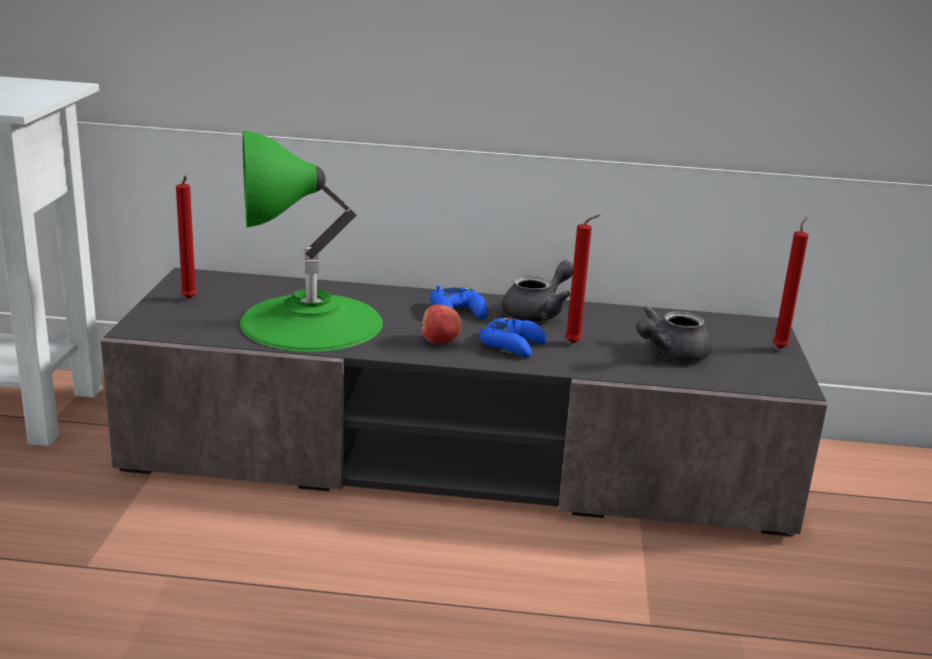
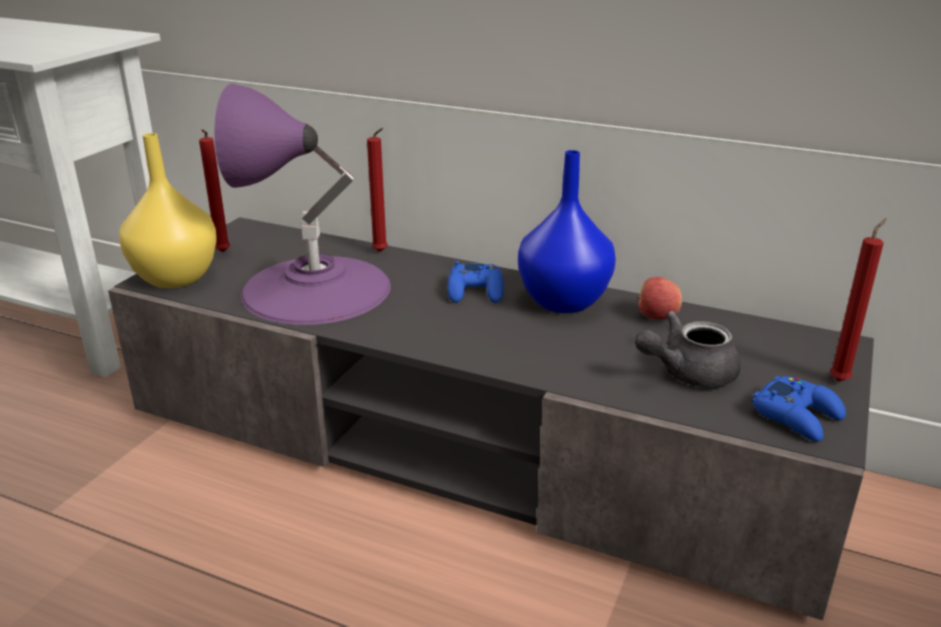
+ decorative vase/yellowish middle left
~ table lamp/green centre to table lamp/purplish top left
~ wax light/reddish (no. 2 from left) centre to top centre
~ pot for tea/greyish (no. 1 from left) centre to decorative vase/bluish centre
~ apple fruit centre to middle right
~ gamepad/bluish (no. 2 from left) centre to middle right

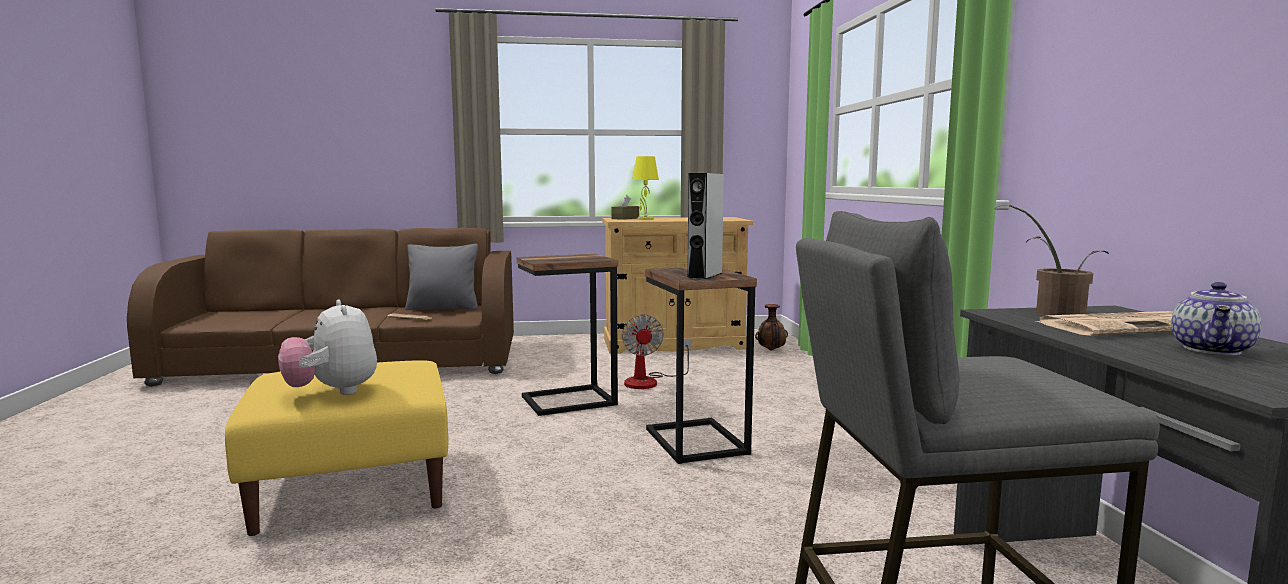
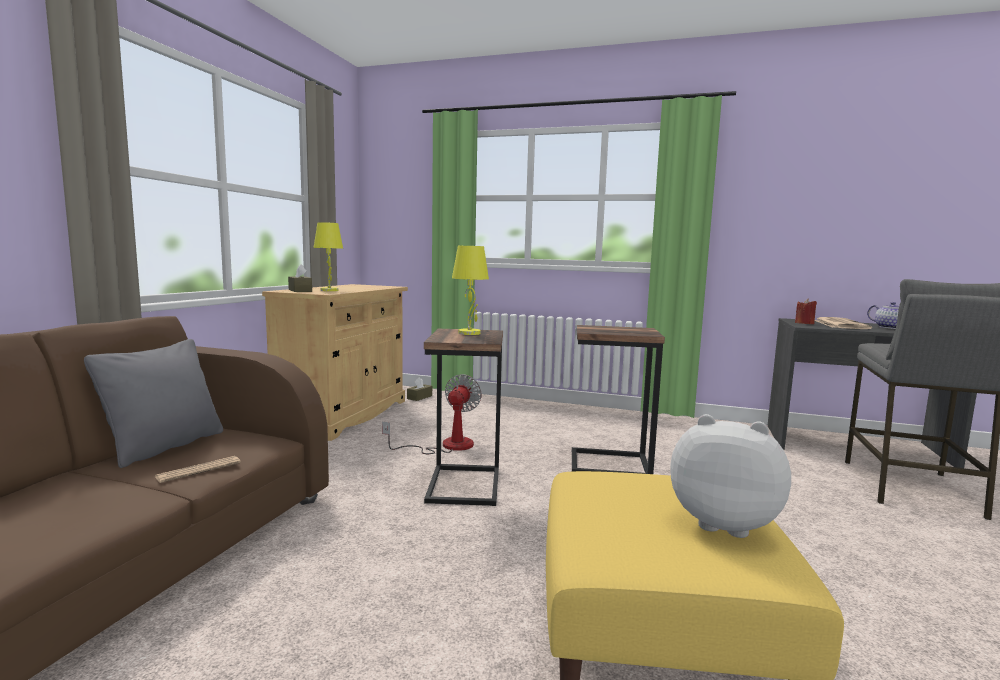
~ cooling fan centre = centre 90 degrees counterclockwise
~ decorative vase centre to tissue holder/brownish (no. 2 from left) centre
+ table lamp/yellowish (no. 2 from left) centre
~ plush toy middle left = bottom right 150 degrees counterclockwise
~ houseplant middle right to wax light/reddish middle right
- loudspeaker/greyish centre

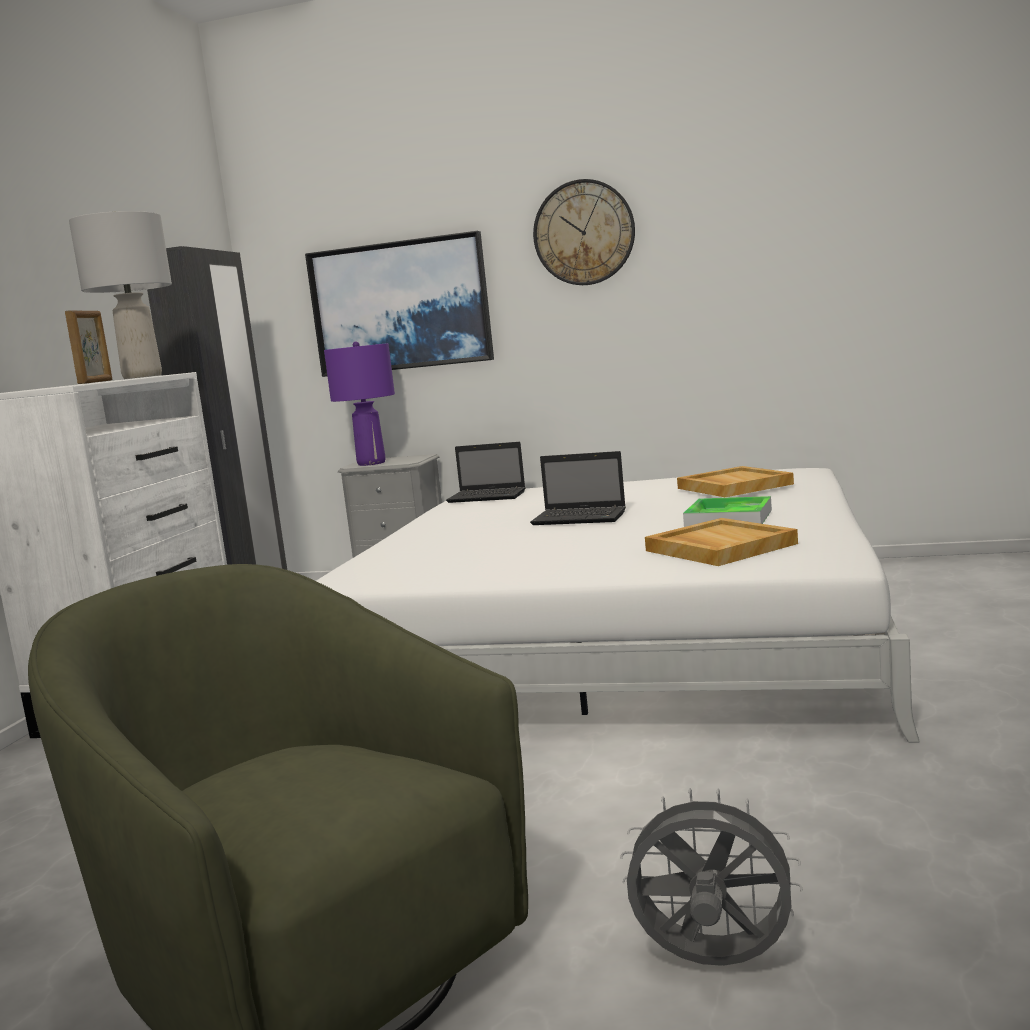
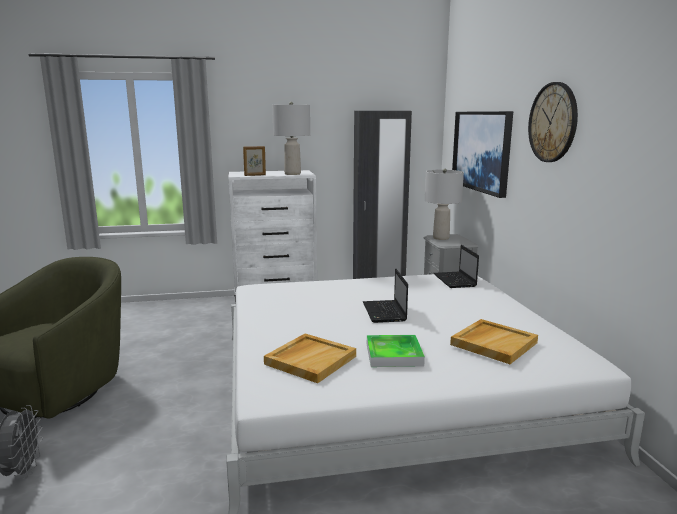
~ table lamp/purplish centre to table lamp/greyish (no. 2 from left) centre

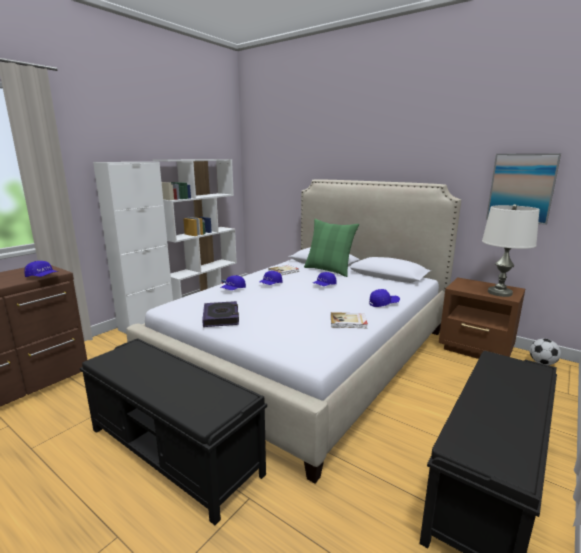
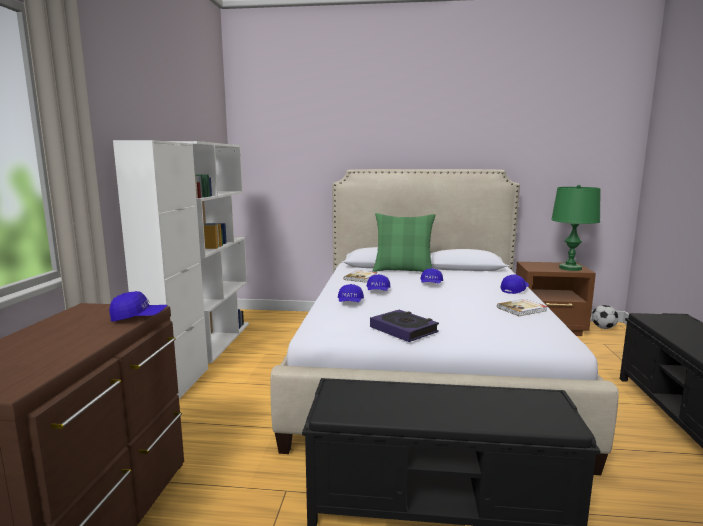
~ table lamp/whitish middle right to table lamp/green middle right
- picture middle right

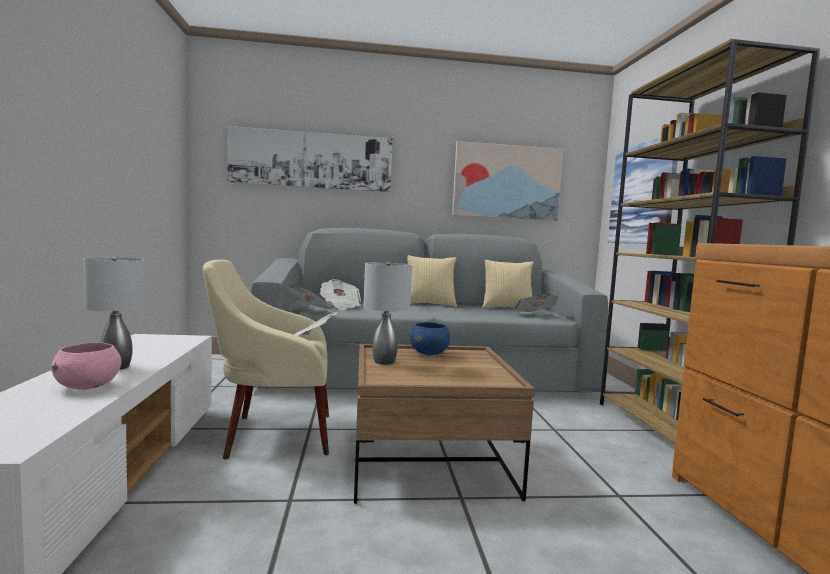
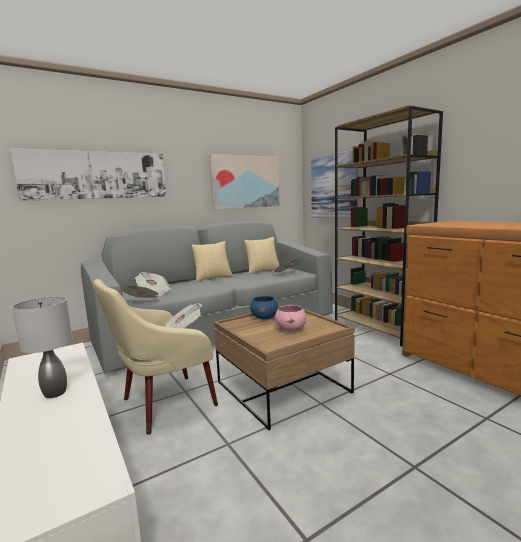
~ serving bowl/pinkish middle left to centre
- table lamp/greyish (no. 2 from left) centre

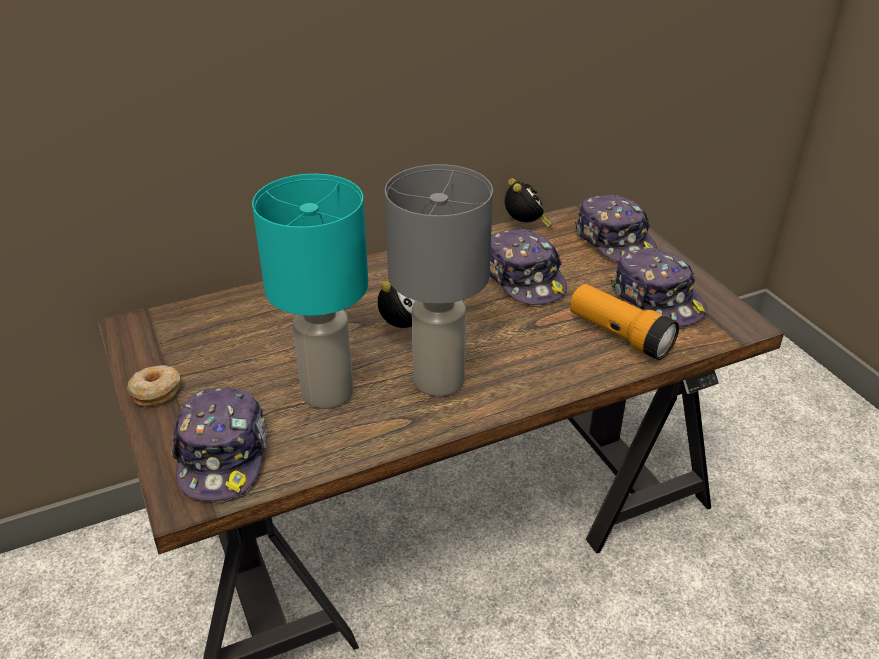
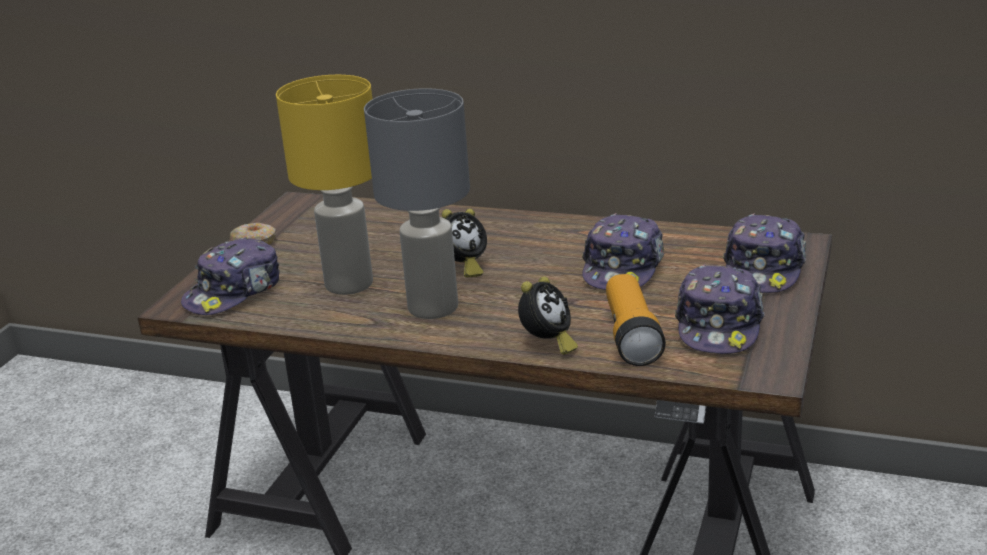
~ table lamp/turquoise-coloured centre to table lamp/yellowish middle left
~ bedside clock (no. 2 from left) top centre to centre

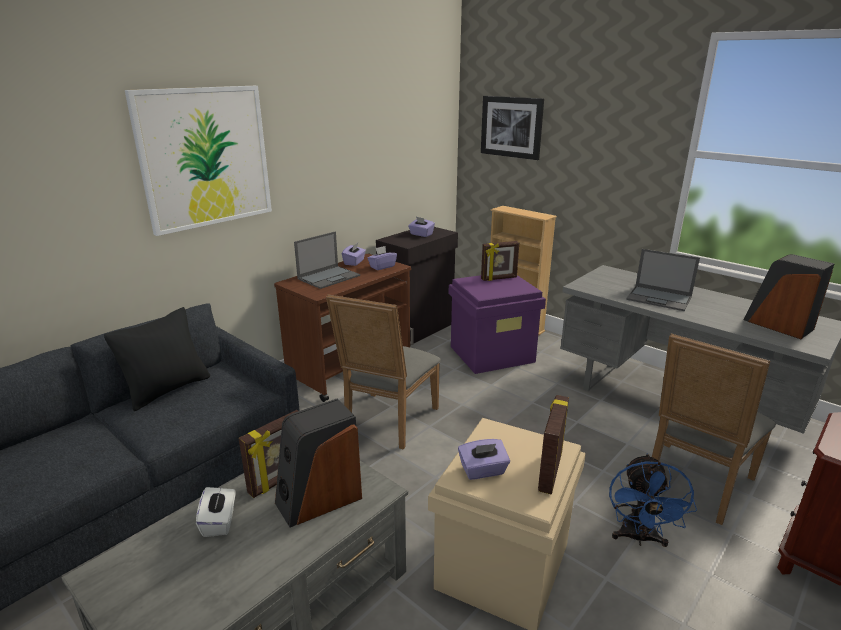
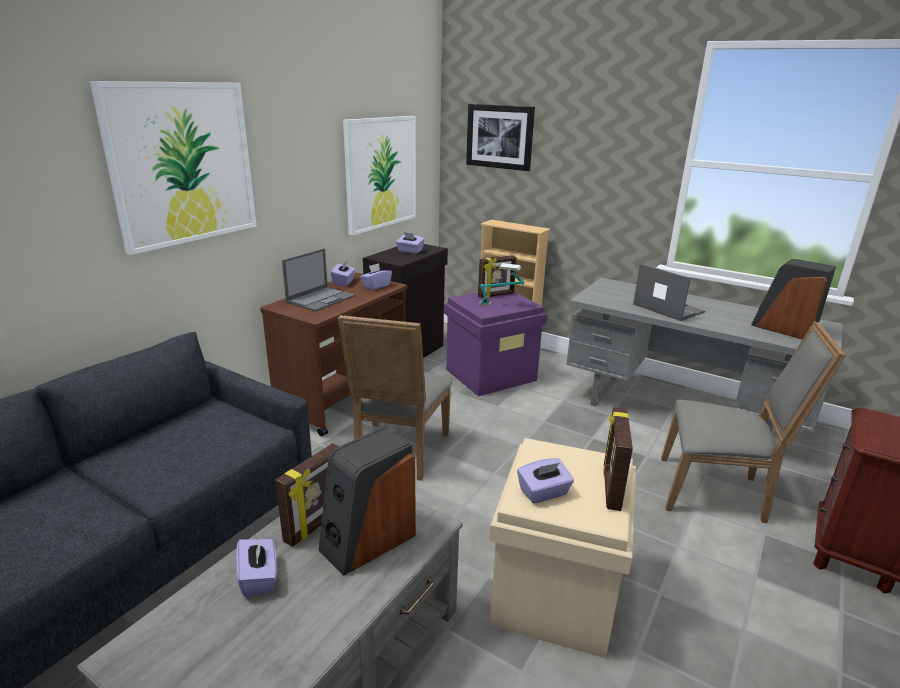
~ tissue holder/whitish bottom left to tissue holder/purplish (no. 1 from left) bottom left
+ picture (no. 2 from left) top centre
+ table lamp centre
~ laptop (no. 2 from left) middle right = middle right 150 degrees counterclockwise
~ plain chair/greyish (no. 2 from left) bottom right = middle right 105 degrees counterclockwise
- cushion/blackish middle left
- cooling fan/bluish bottom right

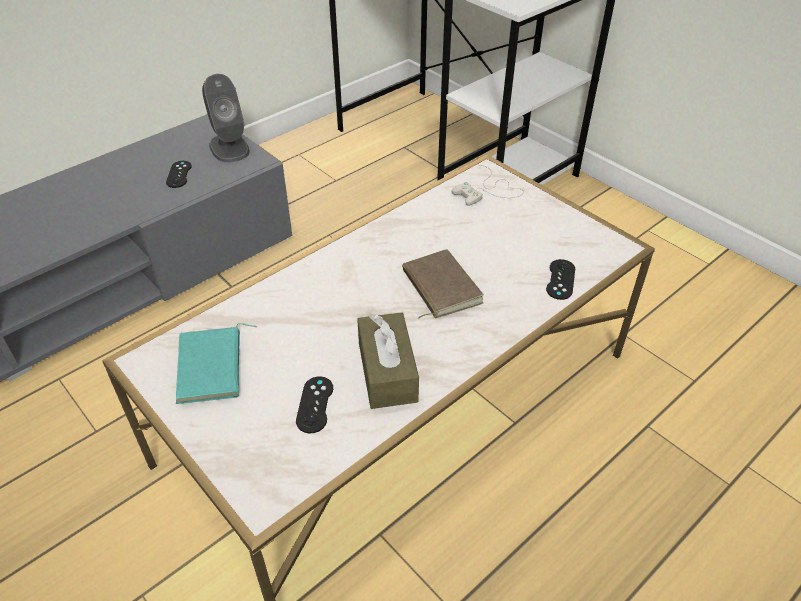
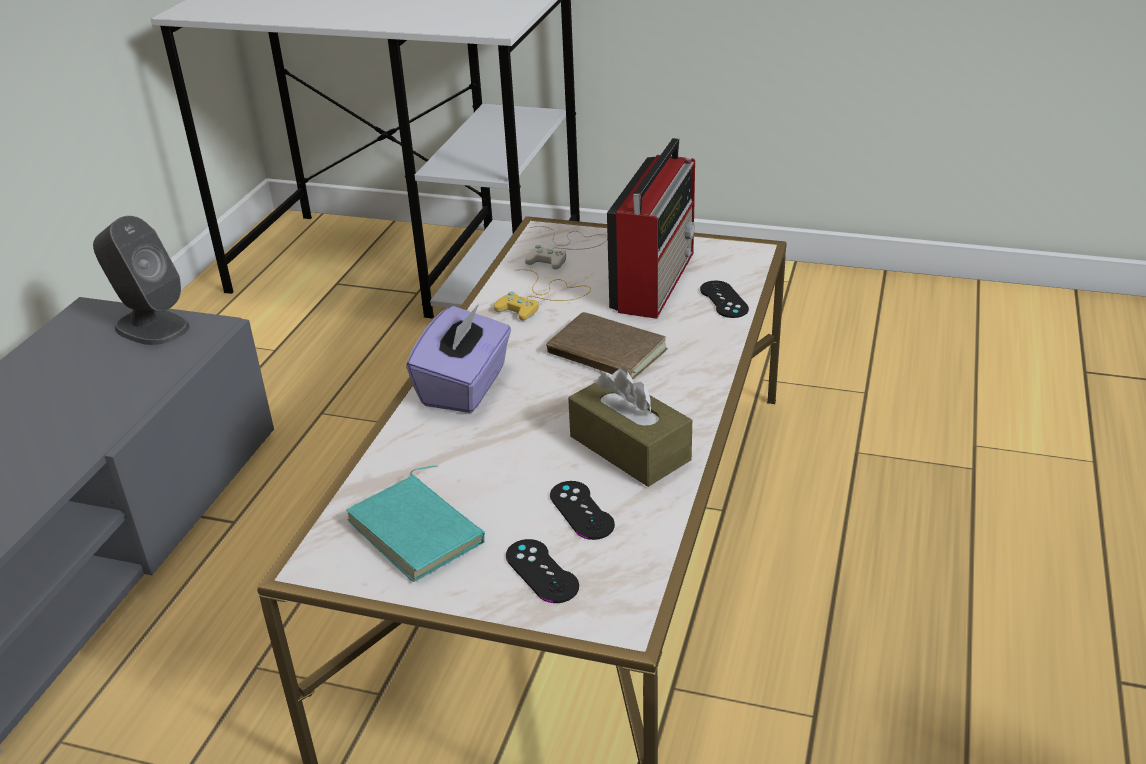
+ tissue holder/purplish centre
+ gamepad/yellowish centre
~ gamepad/blackish (no. 1 from left) top left to bottom centre
+ radio set top centre

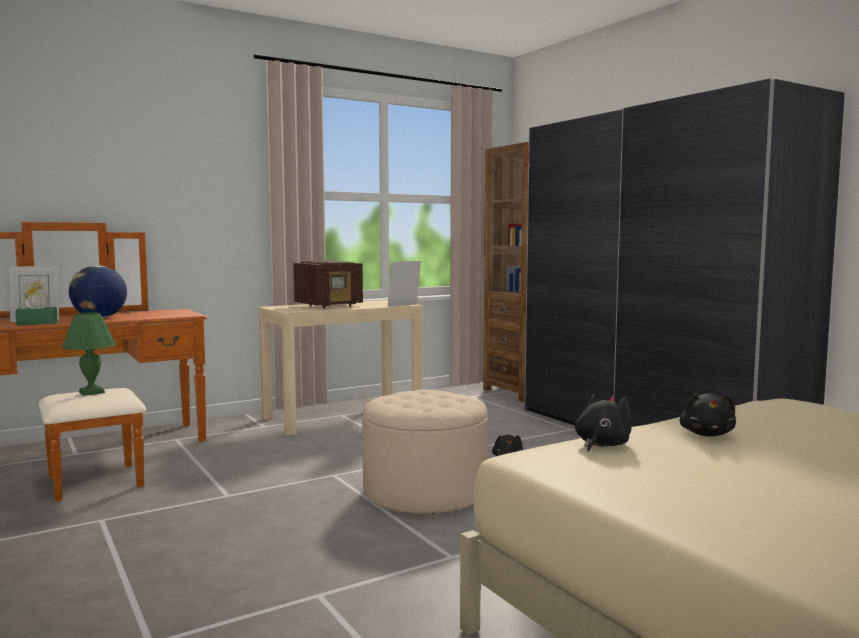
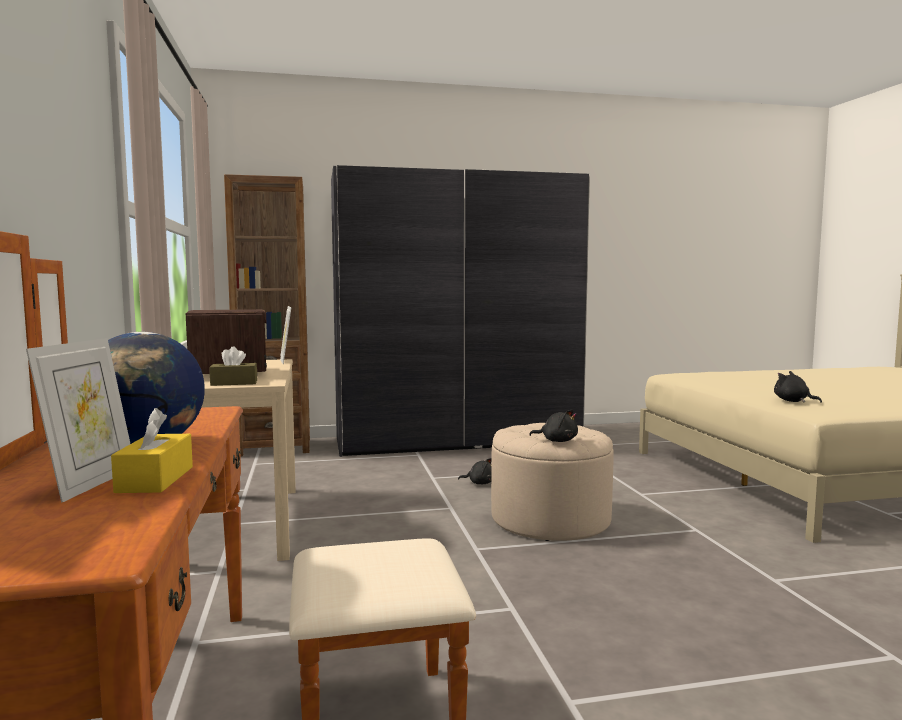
~ tissue holder/green middle left to tissue holder/yellowish middle left
+ tissue holder/brownish middle left
~ plush toy/blackish (no. 3 from left in the first image) middle right to plush toy/blackish (no. 2 from left) centre
- table lamp/green middle left

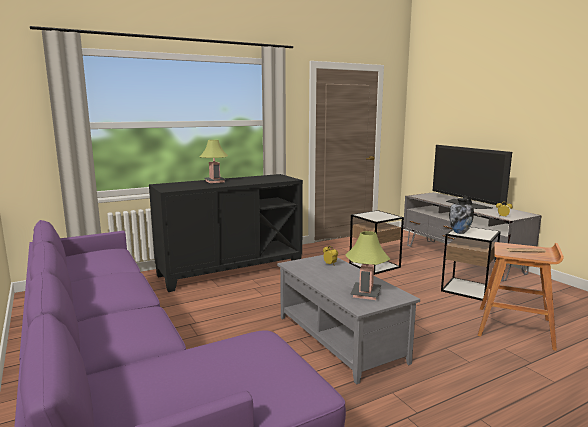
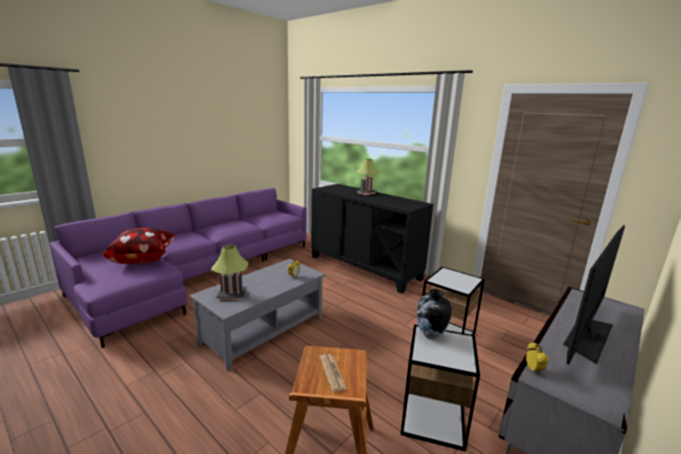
+ cushion middle left

